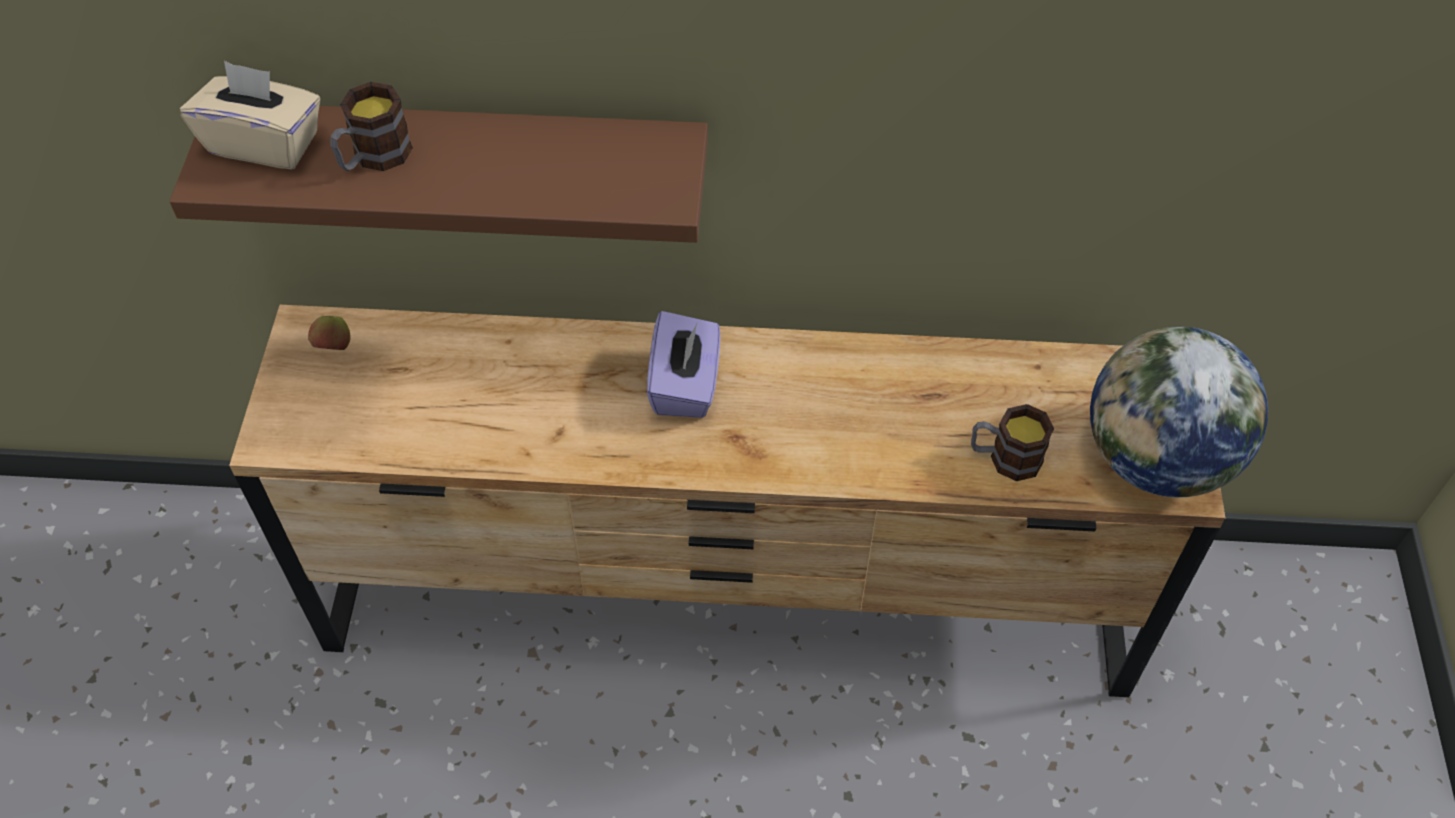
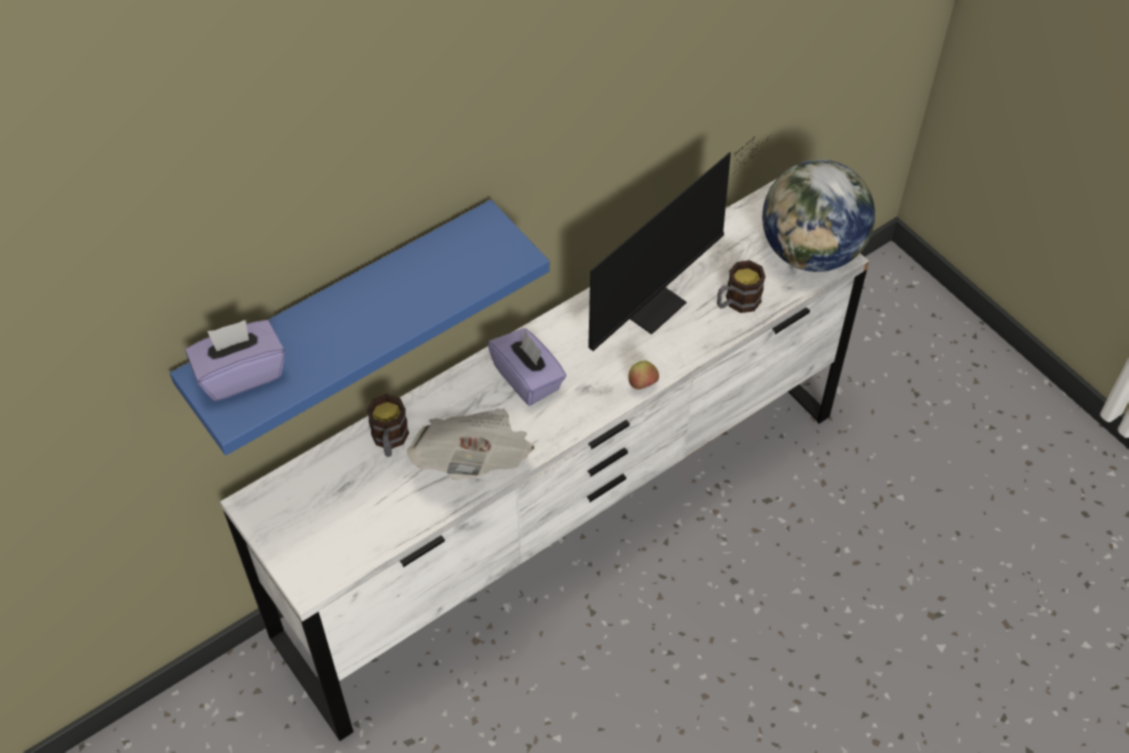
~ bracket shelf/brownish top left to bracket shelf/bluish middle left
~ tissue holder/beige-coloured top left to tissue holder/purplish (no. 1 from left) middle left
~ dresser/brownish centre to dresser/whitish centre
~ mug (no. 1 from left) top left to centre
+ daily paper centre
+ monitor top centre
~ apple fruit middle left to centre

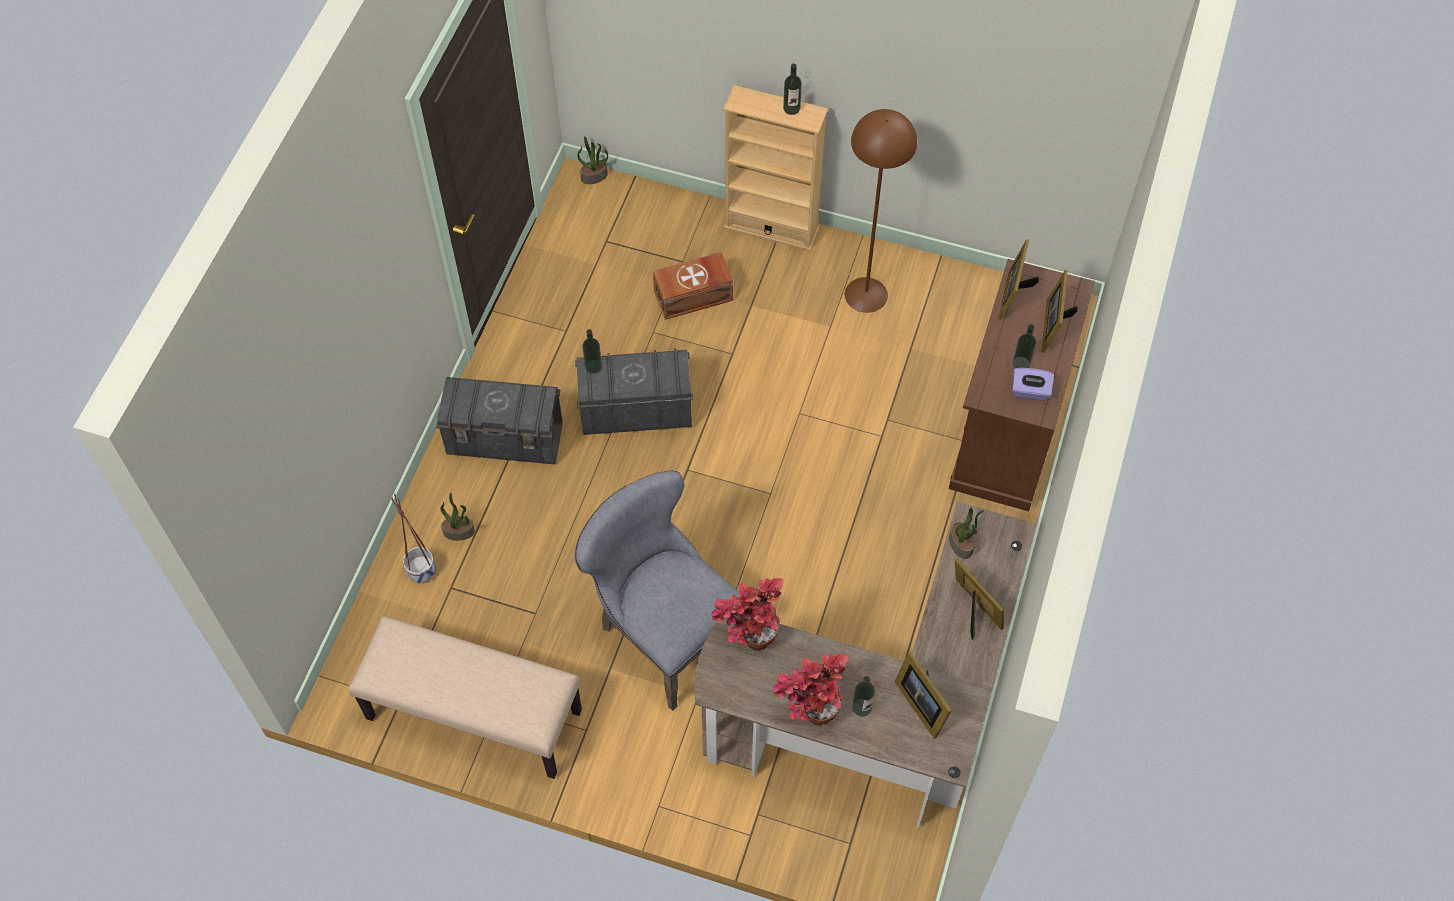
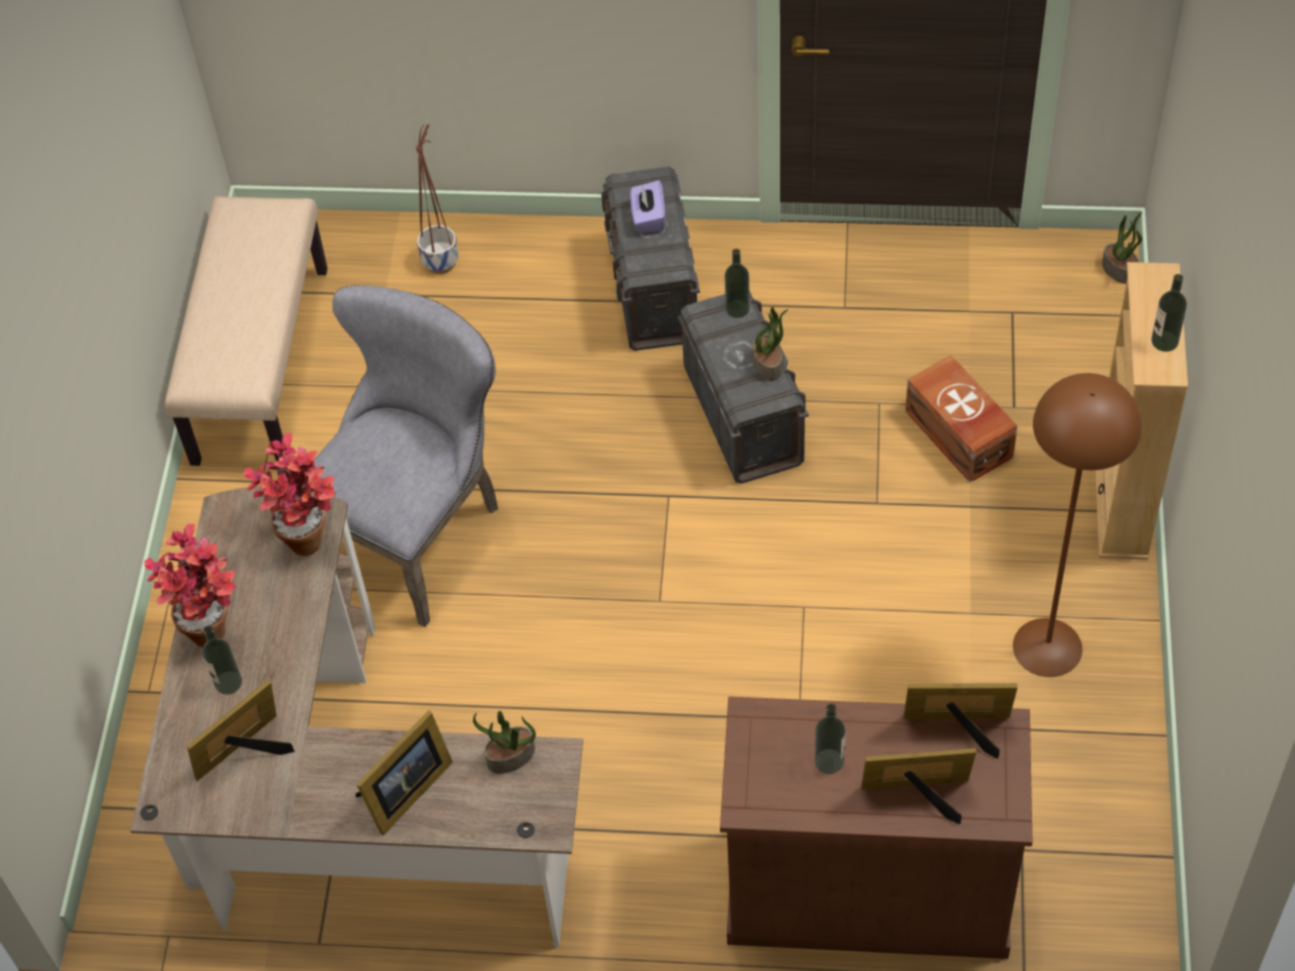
~ tissue holder/purplish middle right to top centre
~ houseplant (no. 1 from left in the first image) middle left to houseplant (no. 4 from left) centre

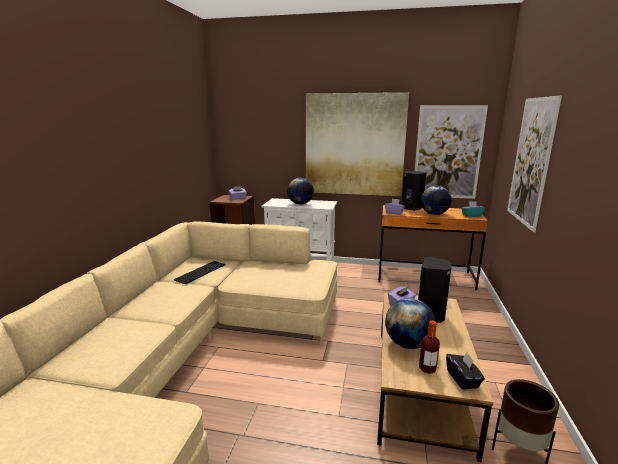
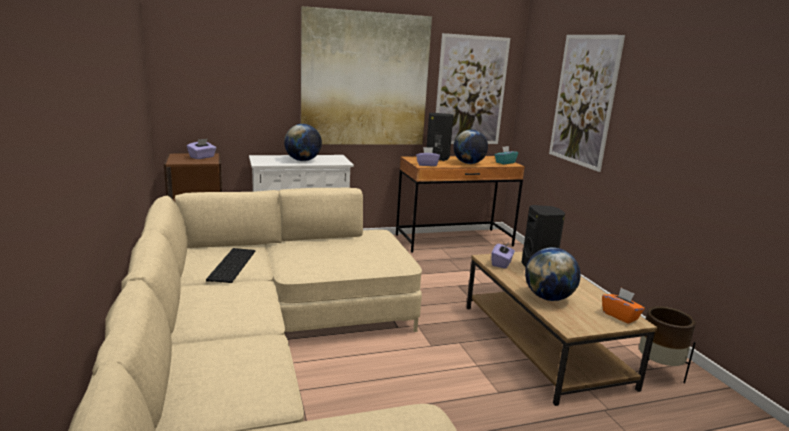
~ tissue holder/blackish bottom right to tissue holder/orangey bottom right
- drink bottle bottom right

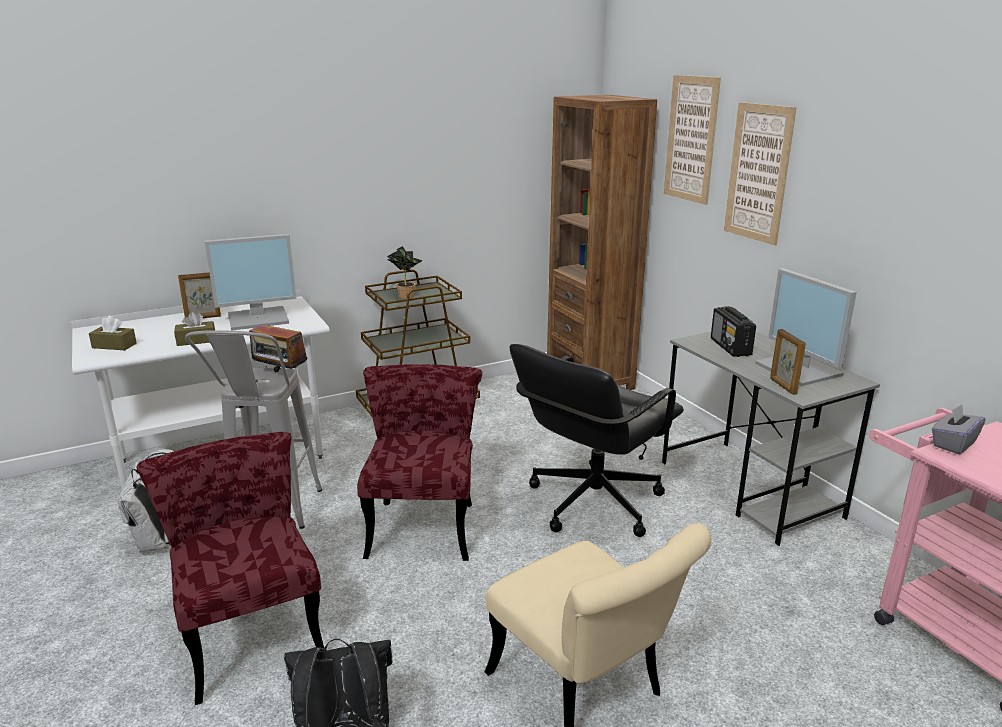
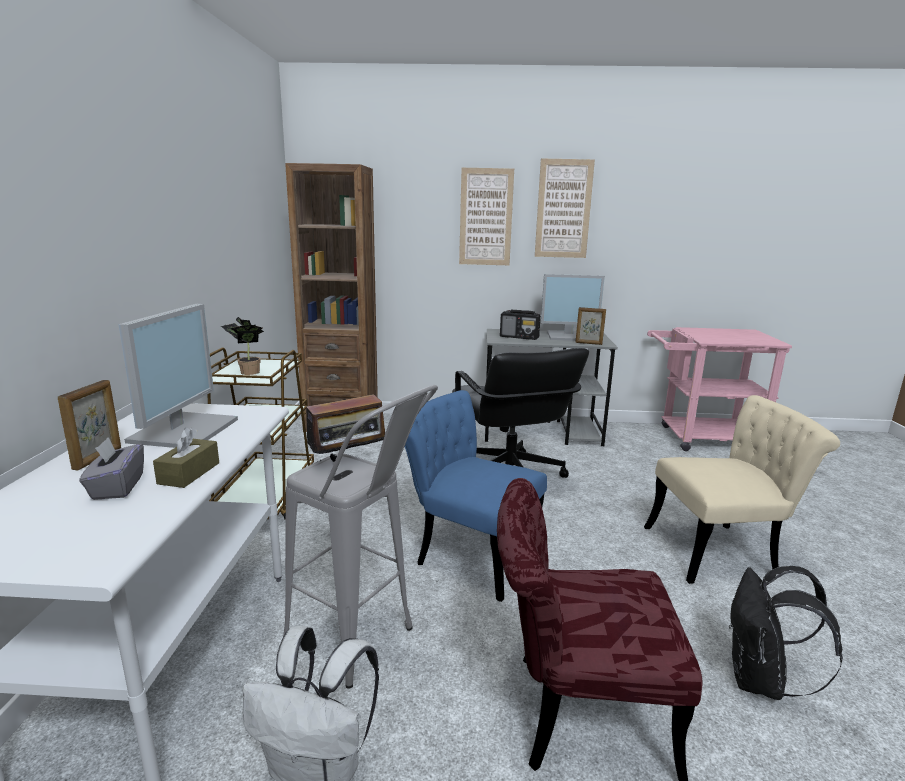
~ tissue holder/greyish middle right to middle left
~ plain chair/reddish (no. 2 from left) centre to plain chair/bluish centre
~ picture (no. 1 from left in the first image) top right to picture (no. 2 from left) top centre
- tissue holder/brownish (no. 1 from left) middle left

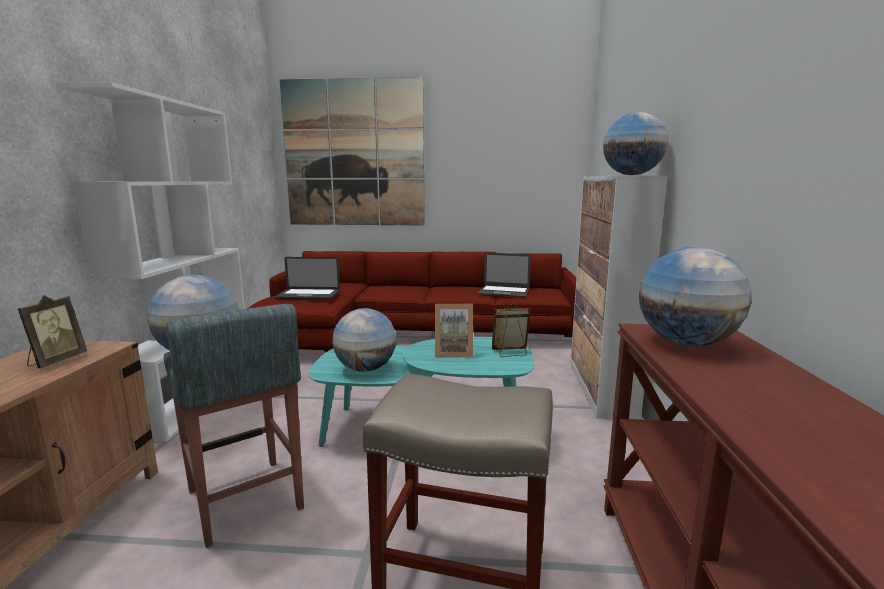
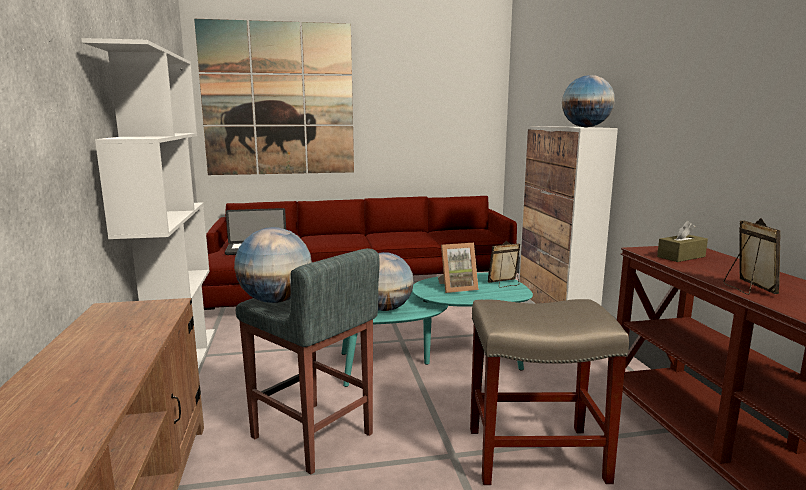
~ globe (no. 4 from left) middle right to tissue holder/brownish middle right
~ photo frame (no. 1 from left in the first image) middle left to photo frame (no. 3 from left) middle right
- laptop (no. 2 from left) centre

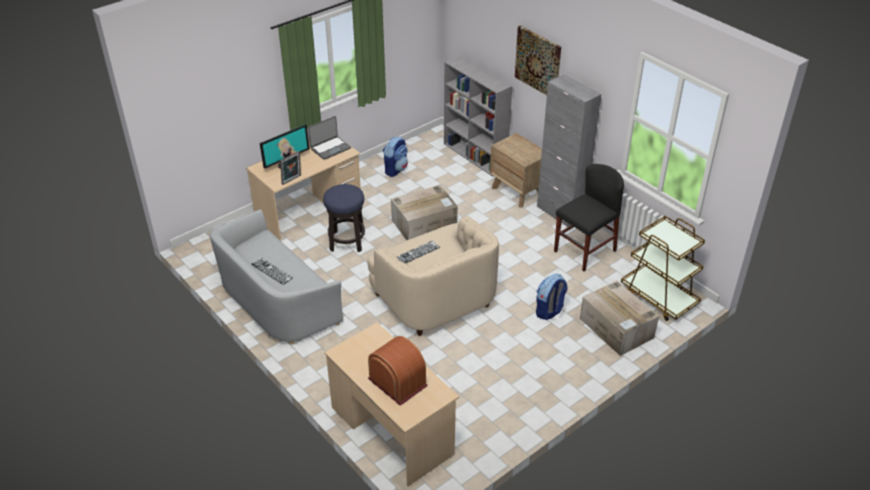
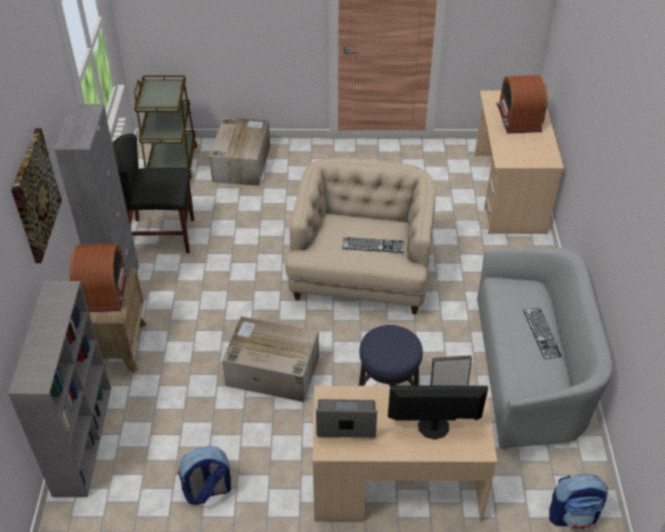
+ radio set (no. 1 from left) middle left
~ backpack (no. 2 from left) centre to bottom right

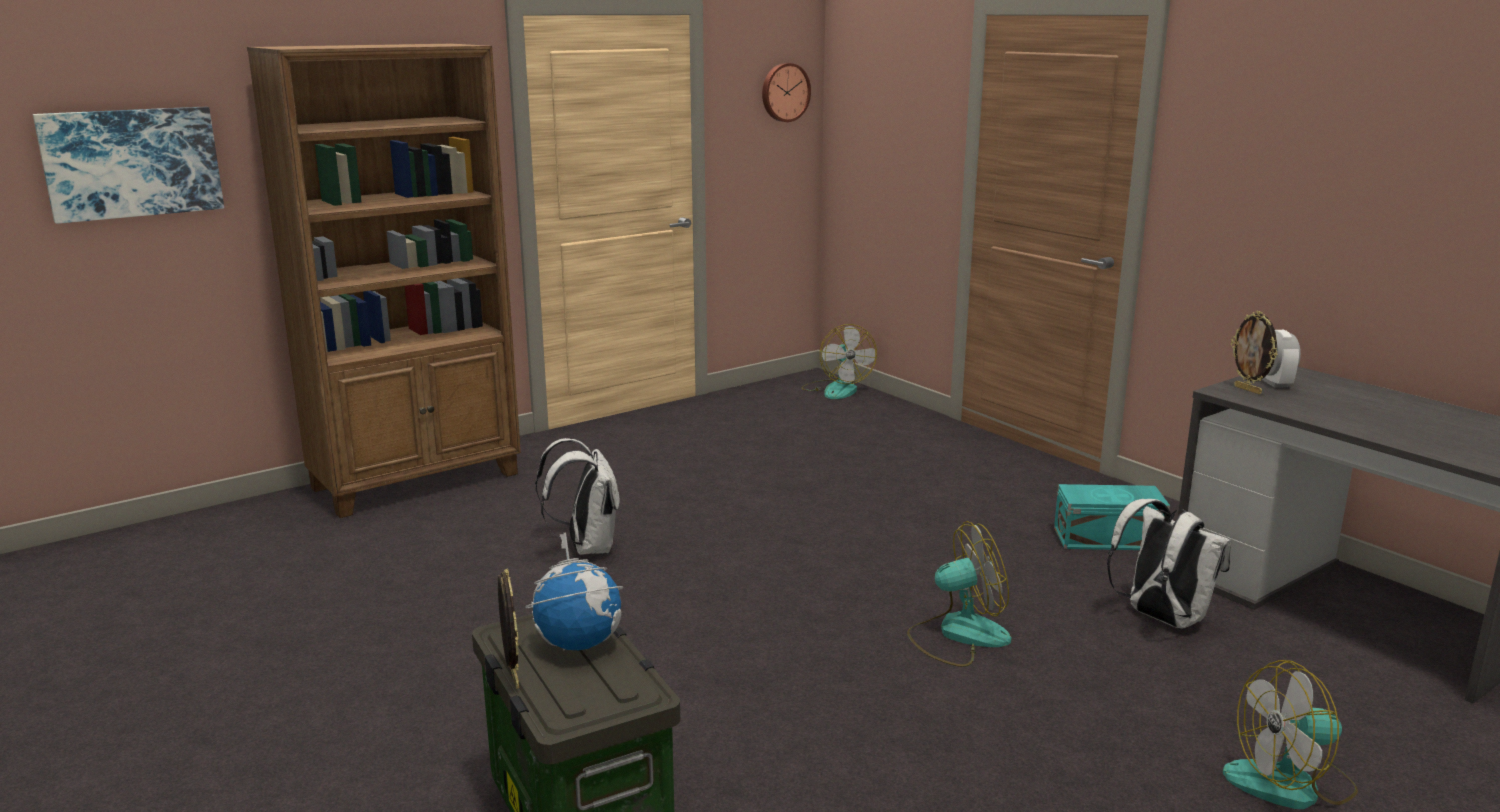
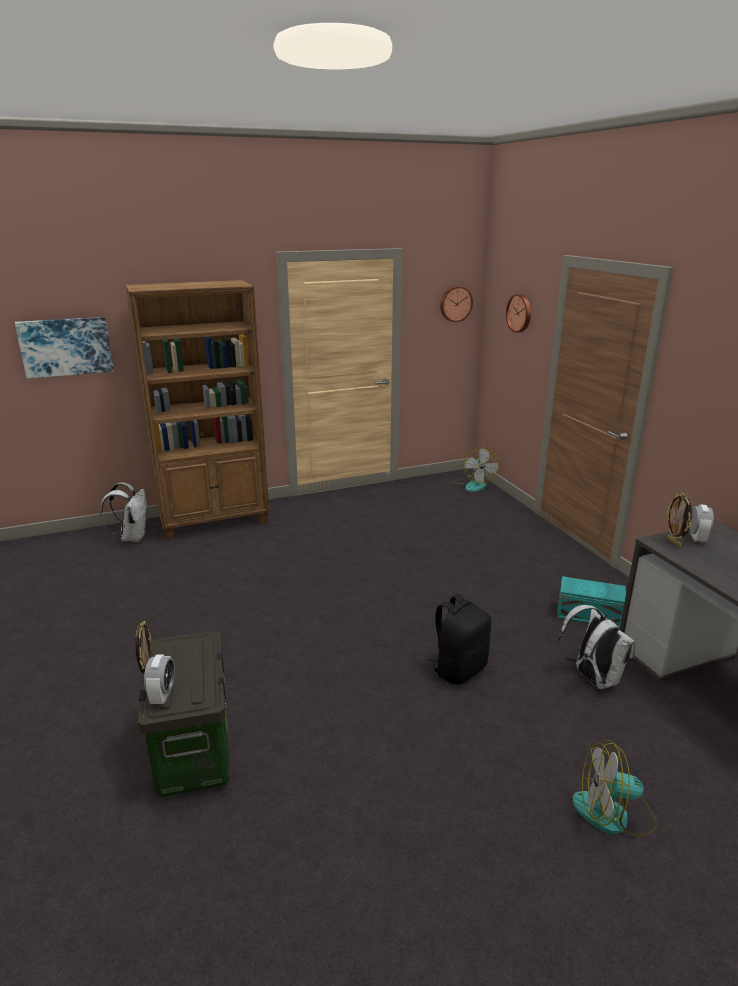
~ backpack/whitish (no. 1 from left) centre to middle left
+ bedside clock (no. 1 from left) bottom left
~ cooling fan (no. 2 from left) bottom centre to backpack/blackish centre
+ wall clock (no. 2 from left) top right
- globe bottom centre

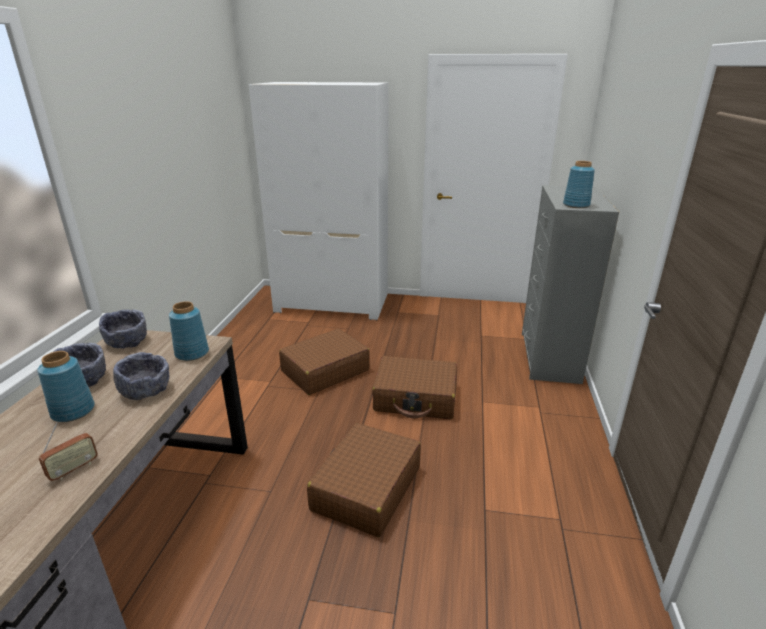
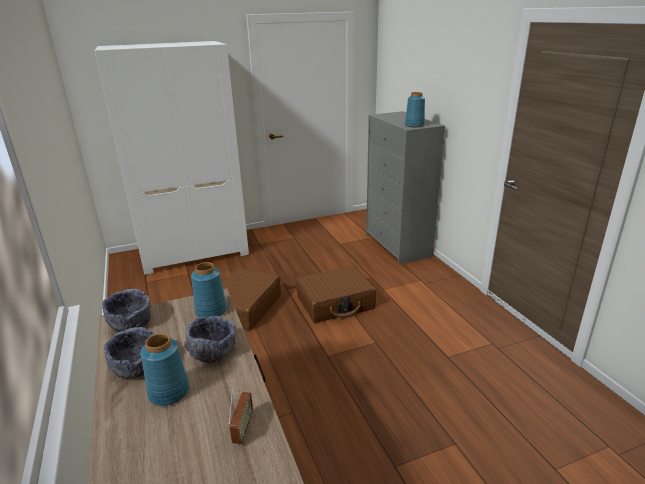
- travel case/brownish (no. 2 from left) bottom centre

